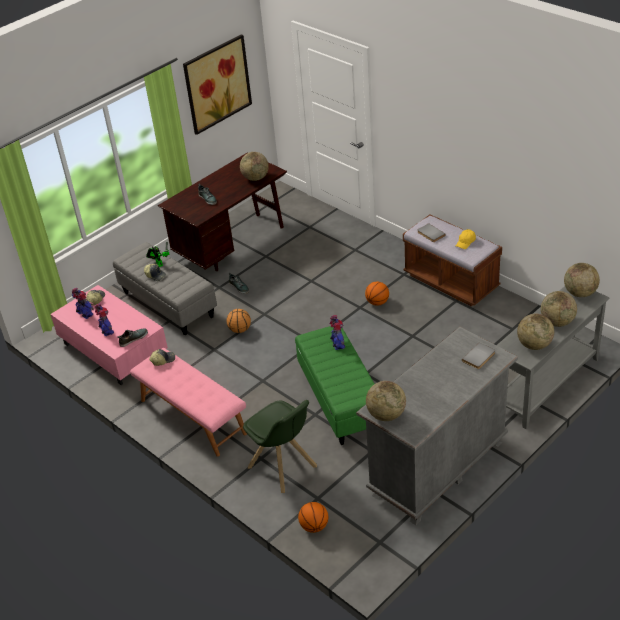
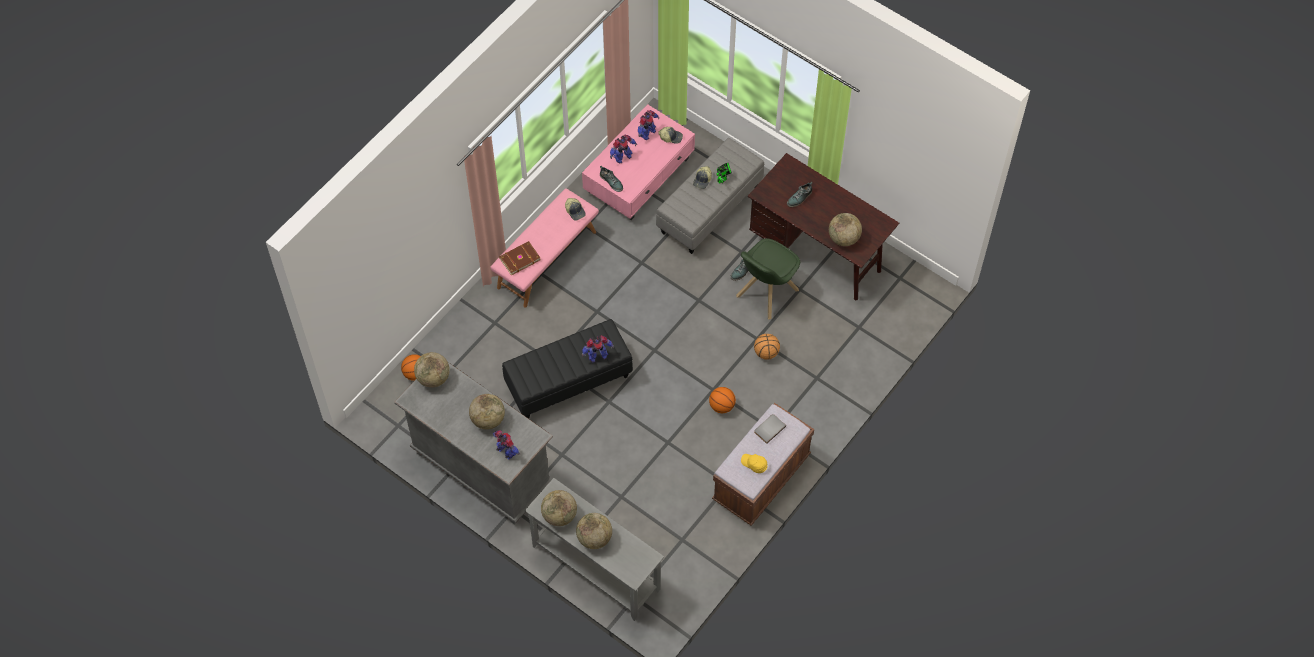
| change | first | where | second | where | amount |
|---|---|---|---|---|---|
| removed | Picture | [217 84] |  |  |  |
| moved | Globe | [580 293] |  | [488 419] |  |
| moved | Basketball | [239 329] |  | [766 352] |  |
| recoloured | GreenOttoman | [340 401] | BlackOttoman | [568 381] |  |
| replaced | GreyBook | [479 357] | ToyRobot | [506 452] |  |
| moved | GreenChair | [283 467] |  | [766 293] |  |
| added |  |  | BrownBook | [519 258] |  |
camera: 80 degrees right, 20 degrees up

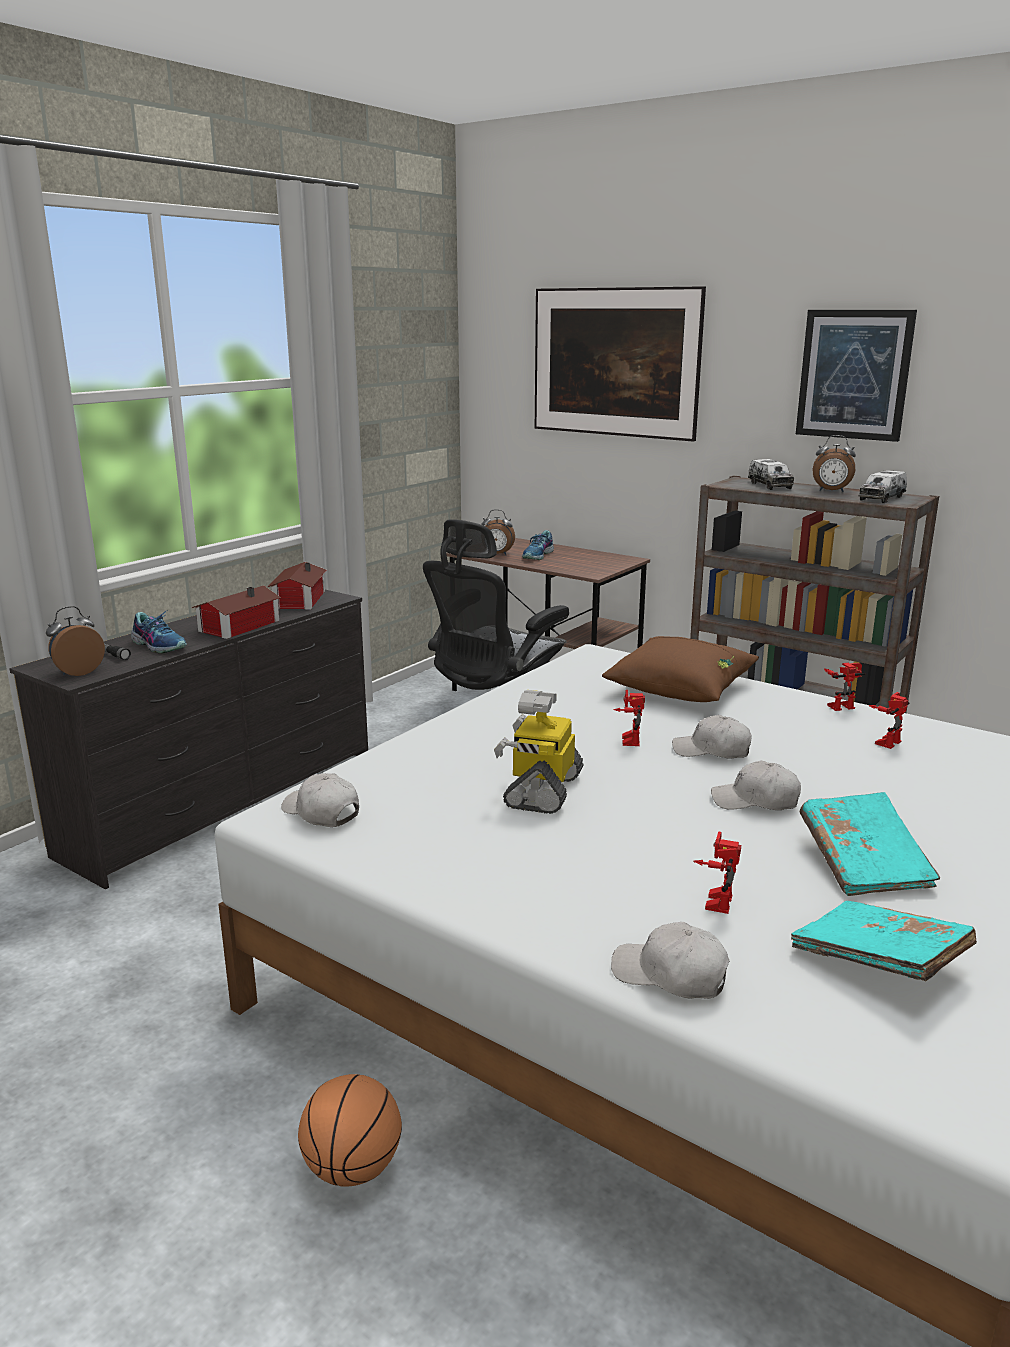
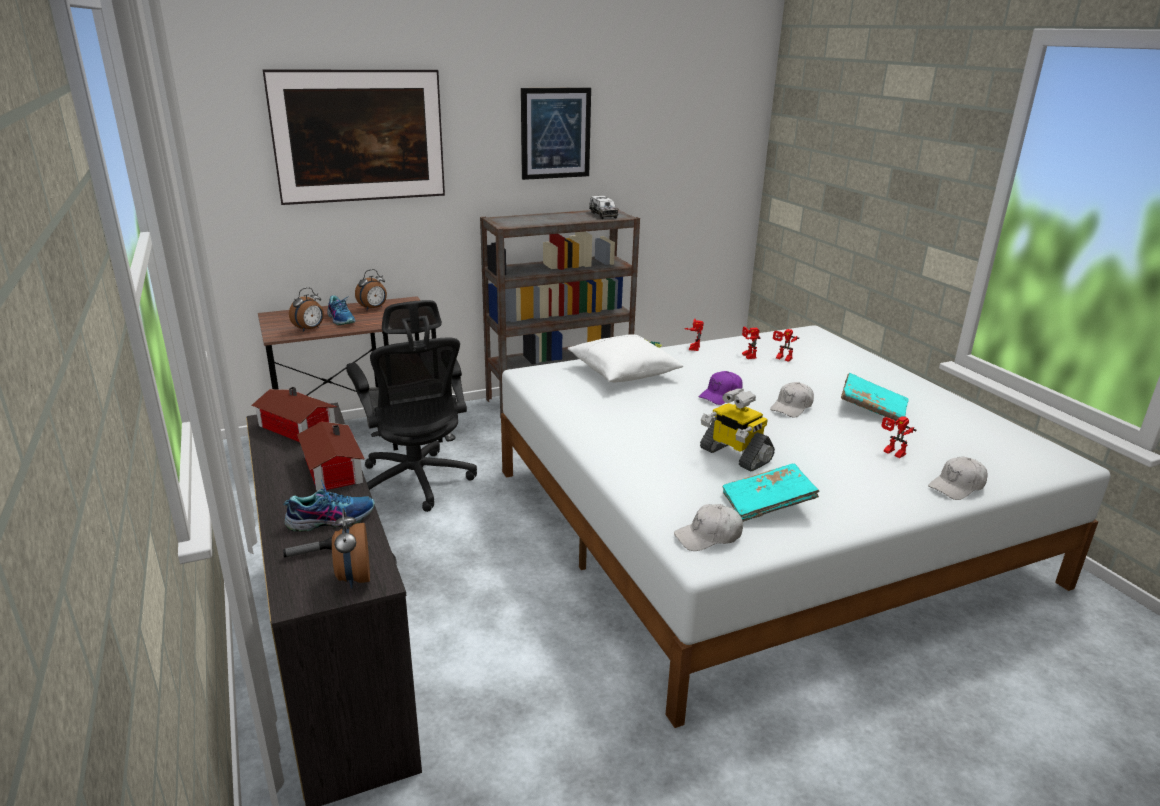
| change | first | where | second | where | amount |
|---|---|---|---|---|---|
| moved | AlarmClock | [831 491] |  | [373 308] |  |
| removed | ToyTruck | [769 485] |  |  |  |
| recoloured | BrownPillow | [680 689] | WhitePillow | [623 372] |  |
| moved | ToyRobot | [627 740] |  | [782 358] |  |
| recoloured | WhiteCap | [712 751] | PurpleCap | [721 395] |  |
| moved | TurquoiseBook | [879 961] |  | [767 504] |  |
| removed | Basketball | [352 1168] |  |  |  |
camera: 60 degrees left, 5 degrees up

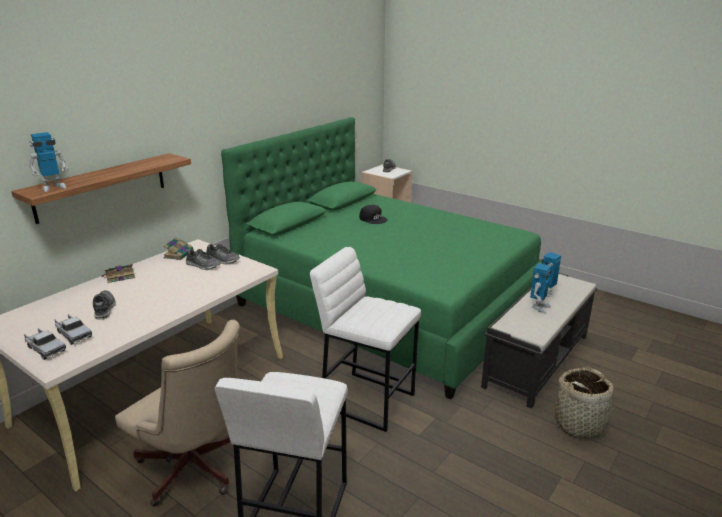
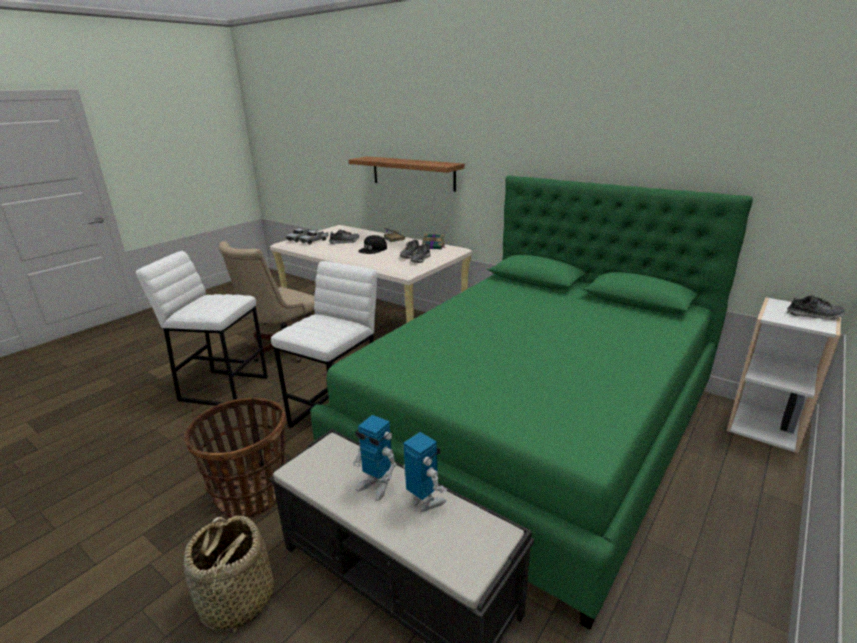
| change | first | where | second | where | amount |
|---|---|---|---|---|---|
| removed | ToyRobot | [53 187] |  |  |  |
| moved | BlackCap | [373 219] |  | [373 249] |  |
| added |  |  | Basket | [251 494] |  |
camera: 90 degrees right, 0 degrees up

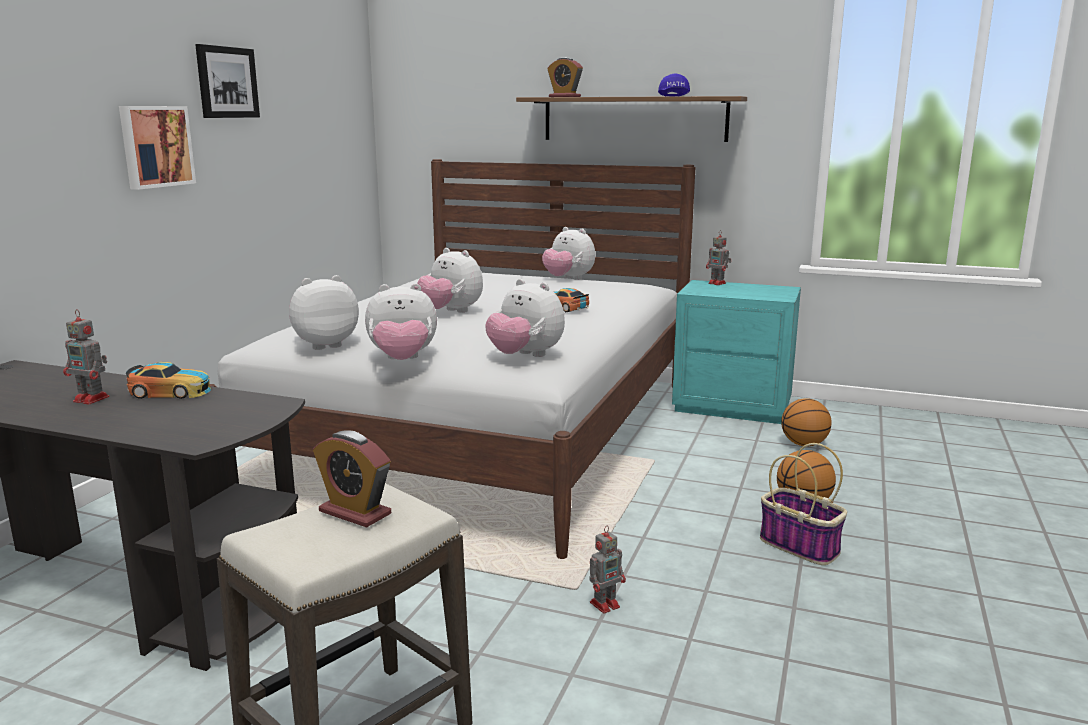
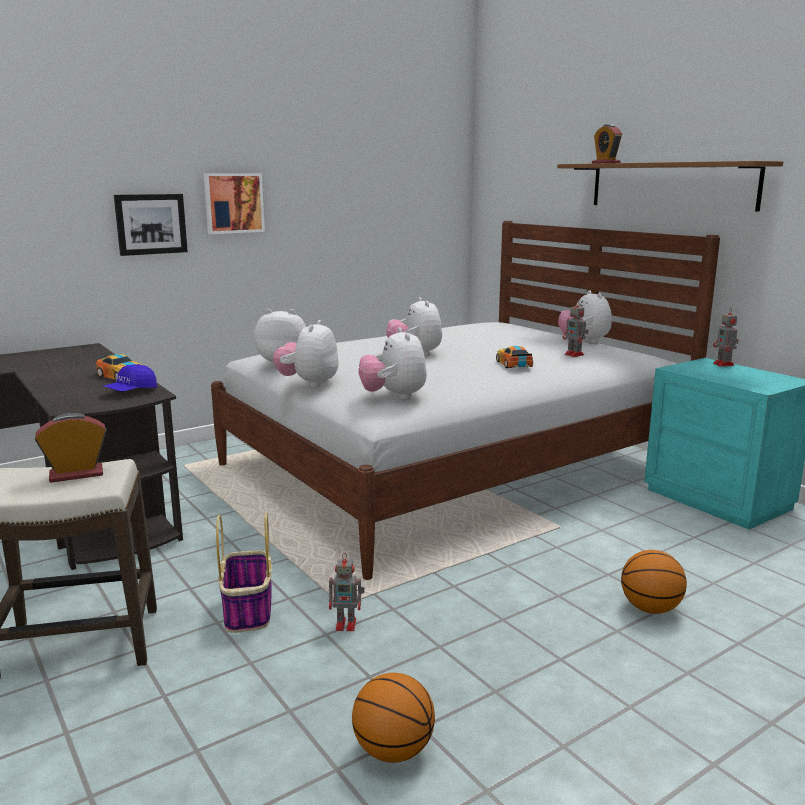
| change | first | where | second | where | amount |
|---|---|---|---|---|---|
| moved | Picture | [226 82] |  | [151 224] |  |
| moved | BlueCap | [674 96] |  | [131 391] |  |
| turned | PlushToy | [402 360] |  | [308 383] | 75 degrees clockwise |
| moved | ToyRobot | [92 399] |  | [575 355] |  |
| moved | Basketball | [804 444] |  | [393 751] |  |
| turned | AlarmClock | [355 512] |  | [76 474] | 90 degrees clockwise |
| moved | Basket | [801 546] |  | [248 611] |  |
camera: 35 degrees right, 0 degrees up

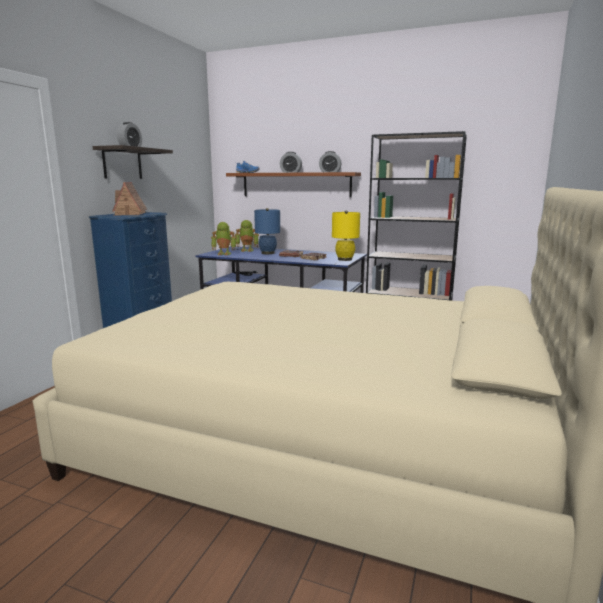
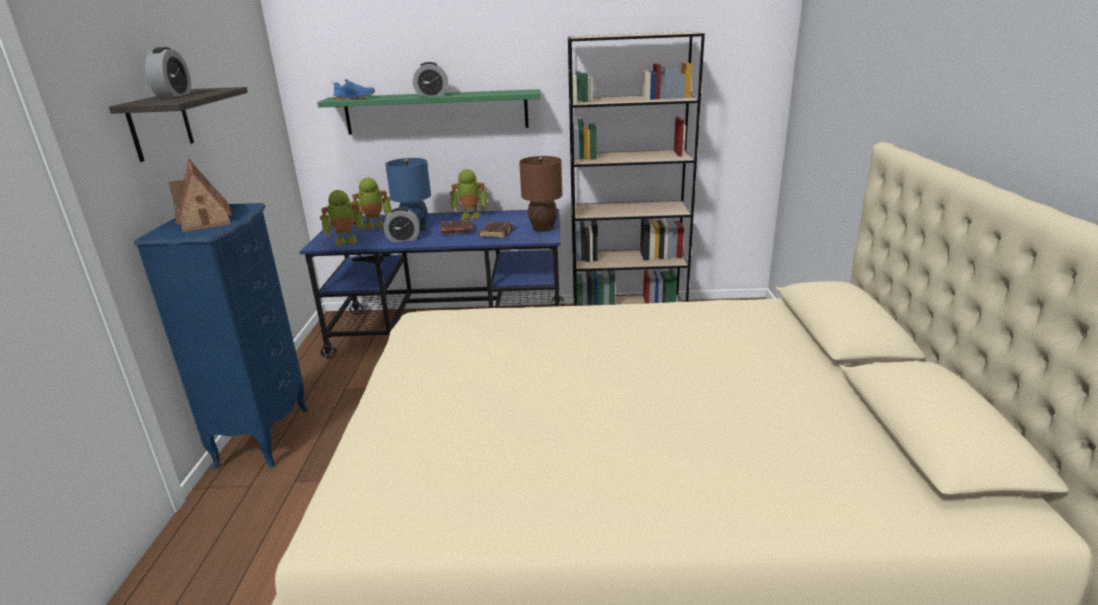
| change | first | where | second | where | amount |
|---|---|---|---|---|---|
| moved | AlarmClock | [330 172] |  | [403 239] |  |
| recoloured | BrownShelf | [295 184] | GreenShelf | [436 112] |  |
| recoloured | YellowTableLamp | [345 259] | BrownTableLamp | [543 228] |  |
| added |  |  | ToyRobot | [471 216] |  |
camera: 20 degrees left, 10 degrees up

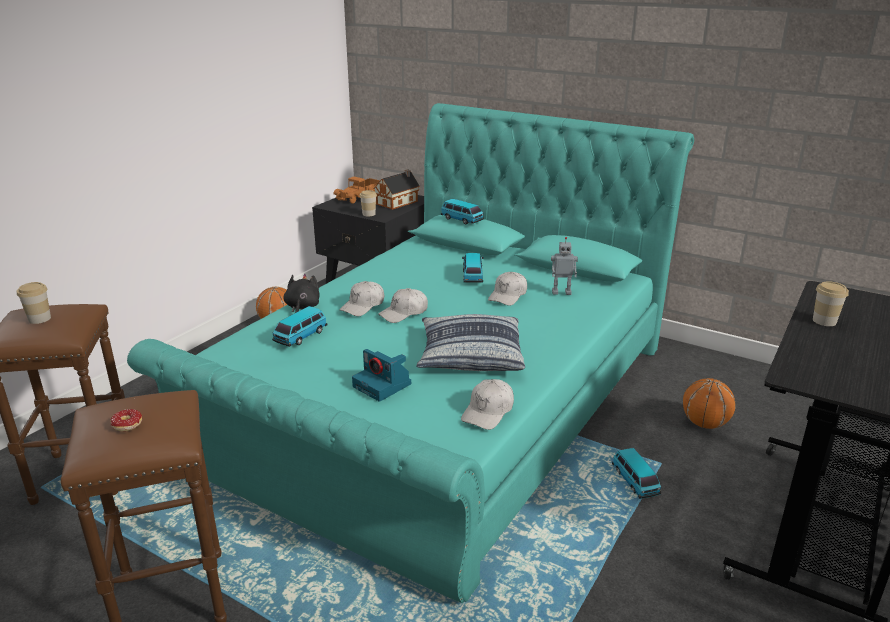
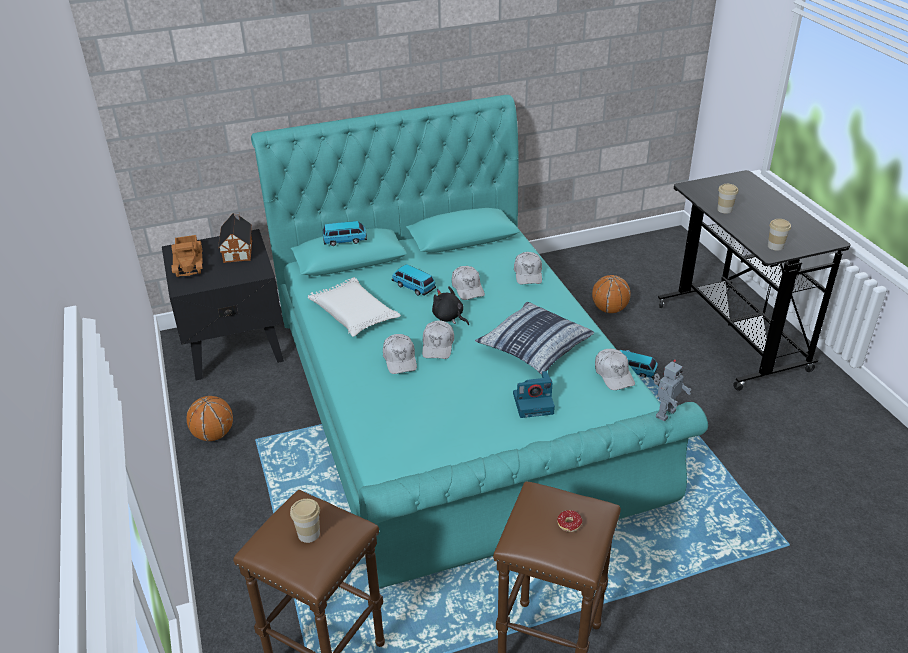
| change | first | where | second | where | amount |
|---|---|---|---|---|---|
| moved | Cup | [369 214] |  | [775 246] |  |
| moved | ToyRobot | [561 292] |  | [664 413] |  |
| moved | BlackPlushToy | [302 307] |  | [449 317] |  |
| removed | ToyCar | [300 336] |  |  |  |
| added |  |  | WhiteCap | [528 274] |  |
| added |  |  | WhitePillow | [354 312] |  |
camera: 50 degrees left, 10 degrees up

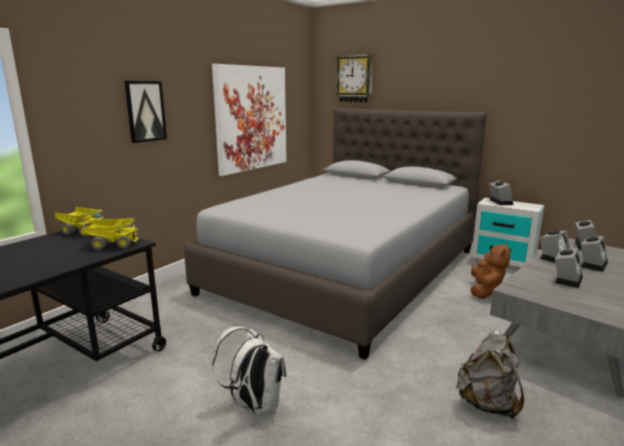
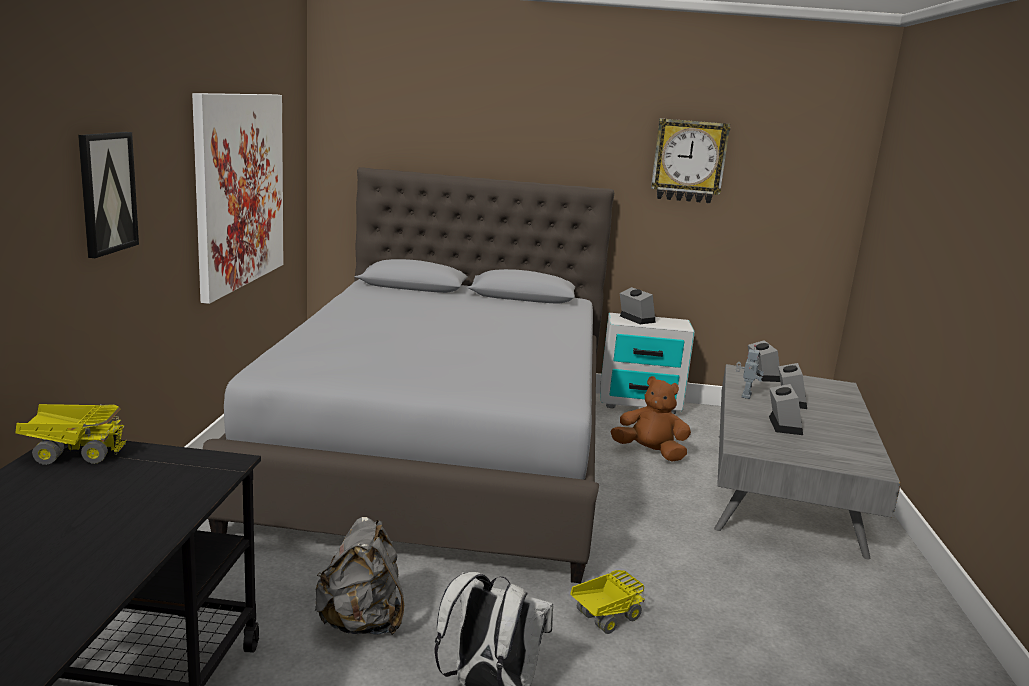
| change | first | where | second | where | amount |
|---|---|---|---|---|---|
| moved | WallClock | [355 78] |  | [688 161] |  |
| moved | ToyTruck | [112 244] |  | [605 617] |  |
| replaced | AlarmClock | [554 257] | ToyRobot | [745 395] |  |
| turned | BrownPlushToy | [485 291] |  | [650 452] | 60 degrees counterclockwise |
| moved | GreyBackpack | [487 404] |  | [361 622] |  |
camera: 30 degrees left, 0 degrees up

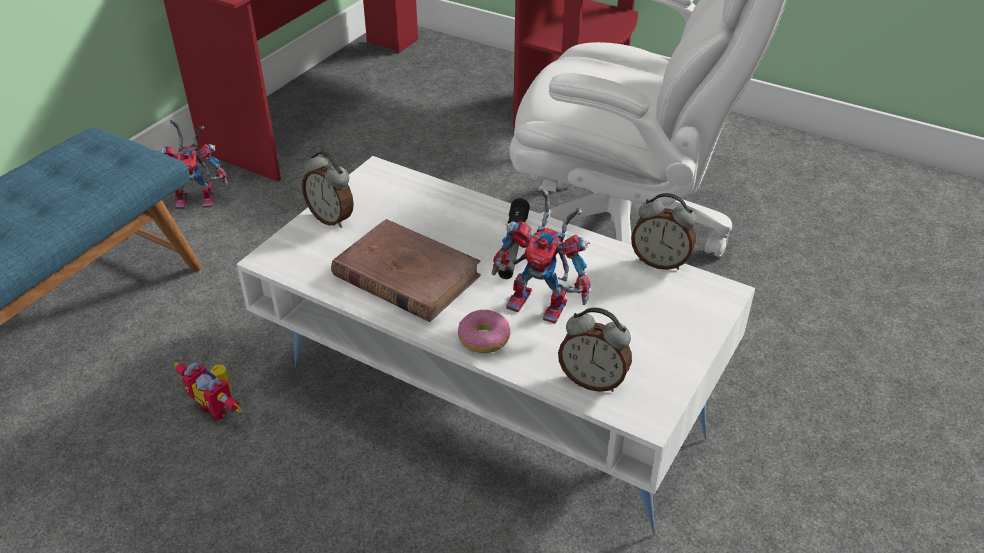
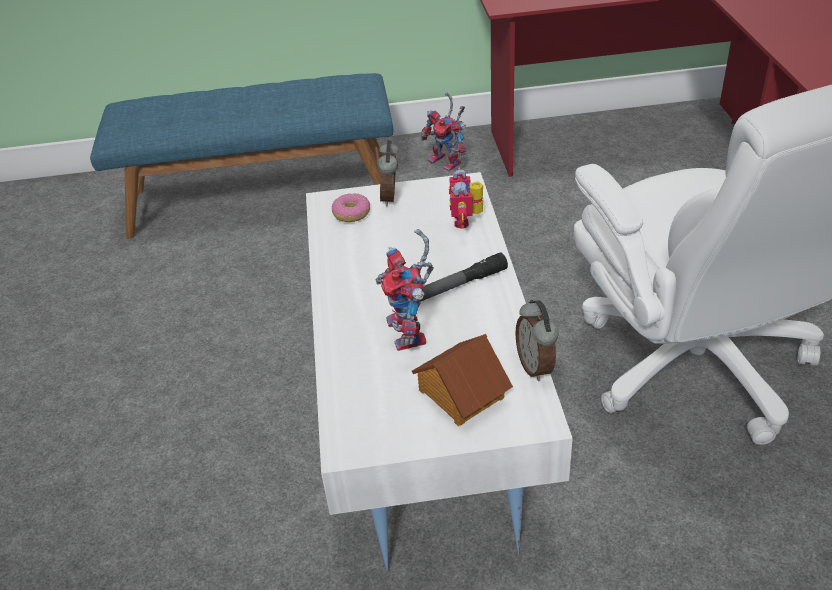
| change | first | where | second | where | amount |
|---|---|---|---|---|---|
| removed | BrownBook | [405 275] |  |  |  |
| removed | AlarmClock | [593 380] |  |  |  |
| moved | Donut | [484 338] |  | [351 214] |  |
| moved | ToyRobot | [218 407] |  | [466 220] |  |
| added |  |  | ToyHouse | [460 394] |  |
camera: 55 degrees right, 0 degrees up

